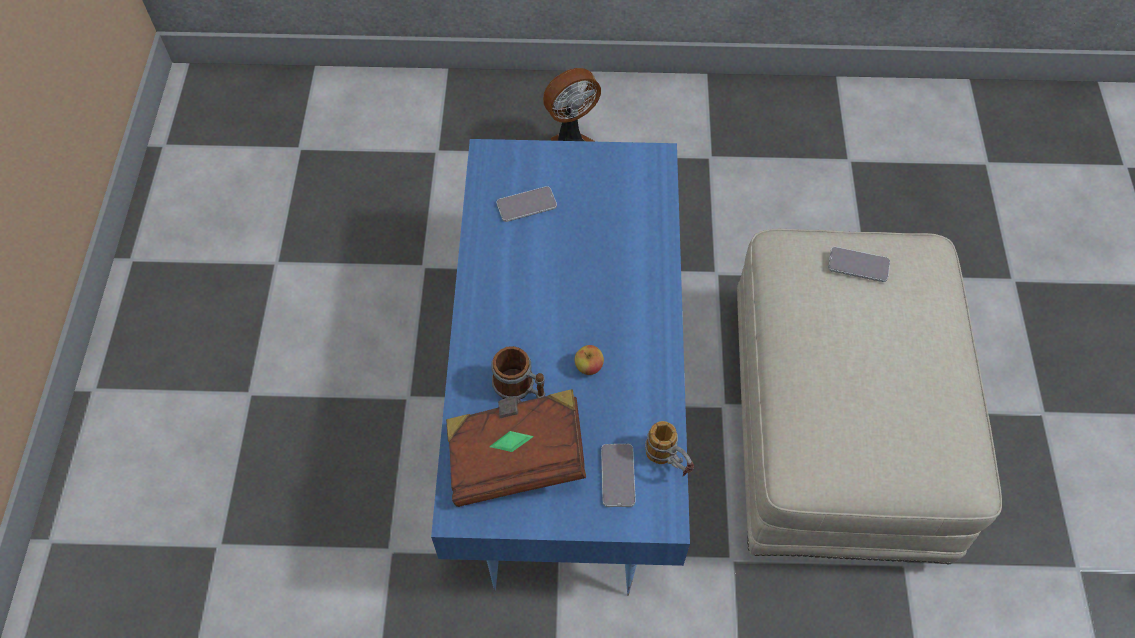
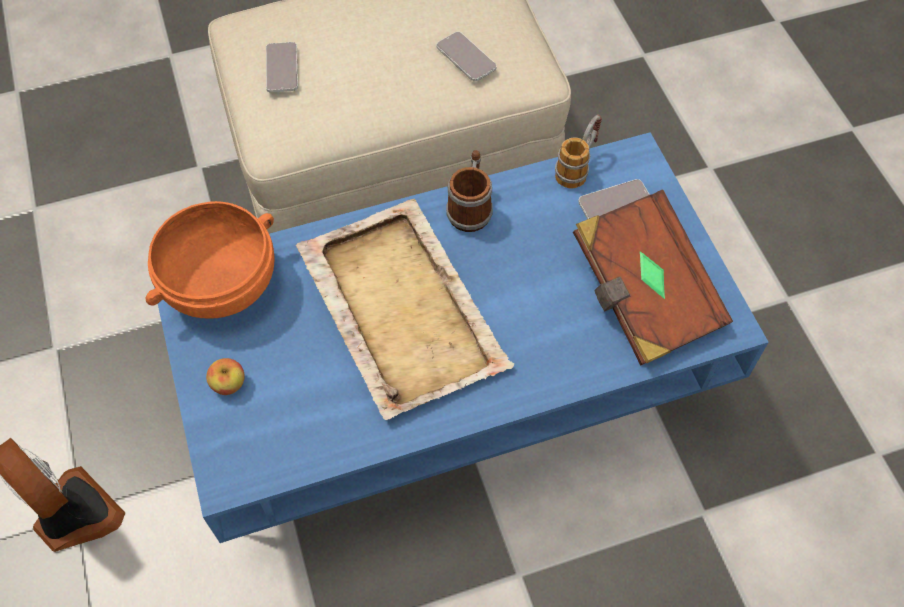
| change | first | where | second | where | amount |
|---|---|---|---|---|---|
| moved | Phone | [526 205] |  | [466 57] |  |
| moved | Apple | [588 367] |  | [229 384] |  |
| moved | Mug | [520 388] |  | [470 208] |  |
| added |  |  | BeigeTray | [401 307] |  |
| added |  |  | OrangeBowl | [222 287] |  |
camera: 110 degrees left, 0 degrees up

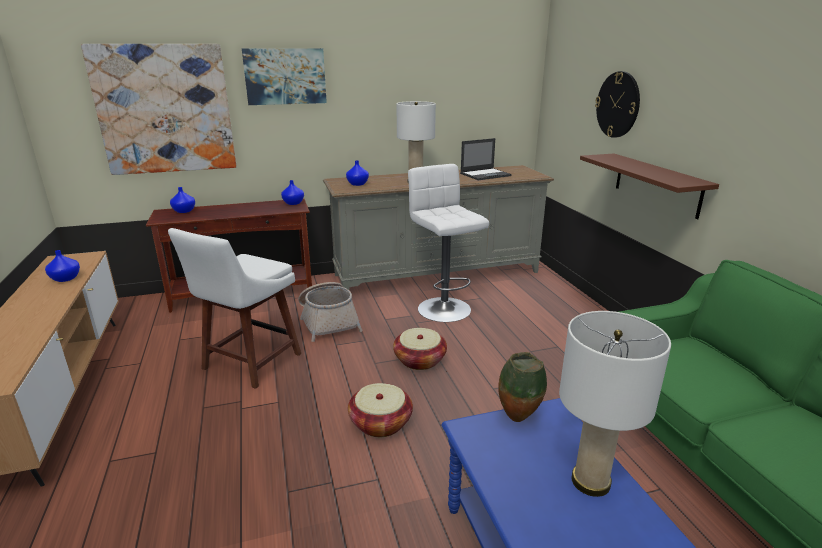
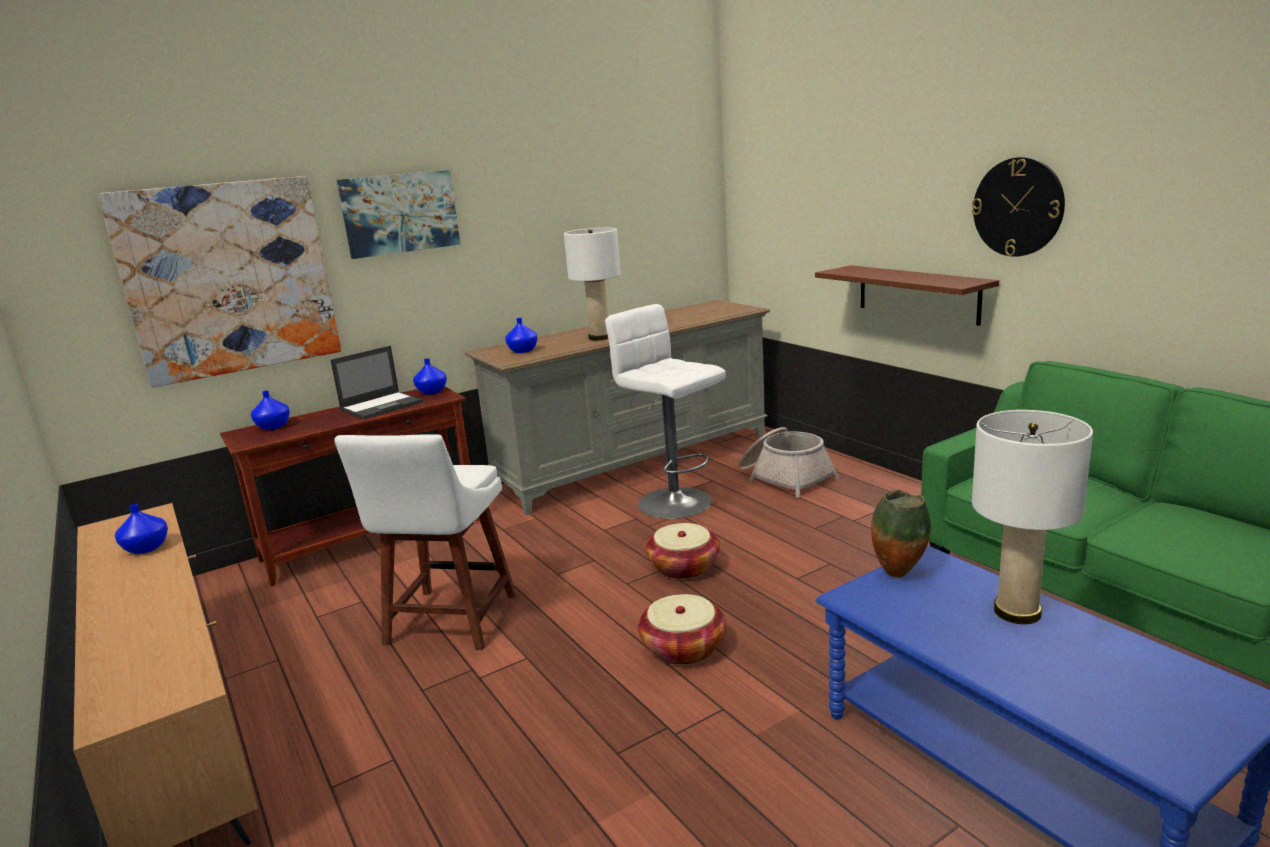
| change | first | where | second | where | amount |
|---|---|---|---|---|---|
| moved | WallClock | [618 105] |  | [1018 207] |  |
| moved | Laptop | [485 174] |  | [382 405] |  |
| moved | Basket | [328 321] |  | [784 477] |  |
camera: 15 degrees left, 5 degrees down

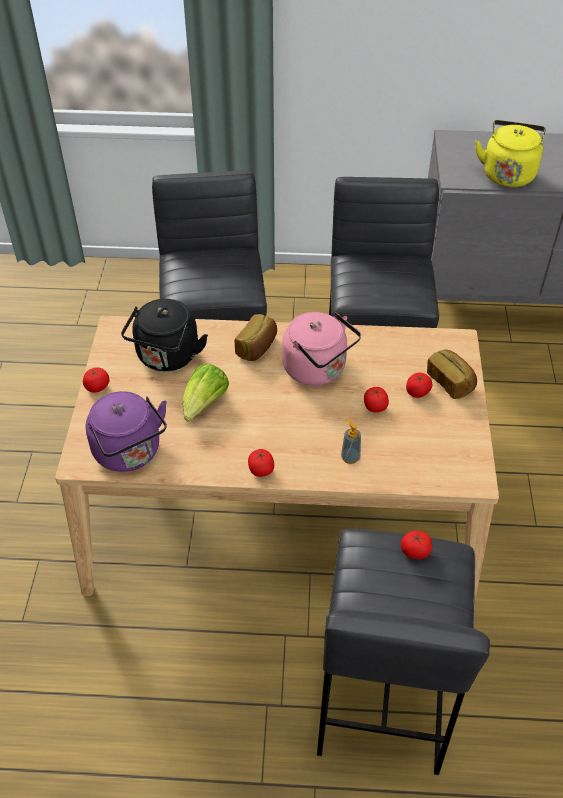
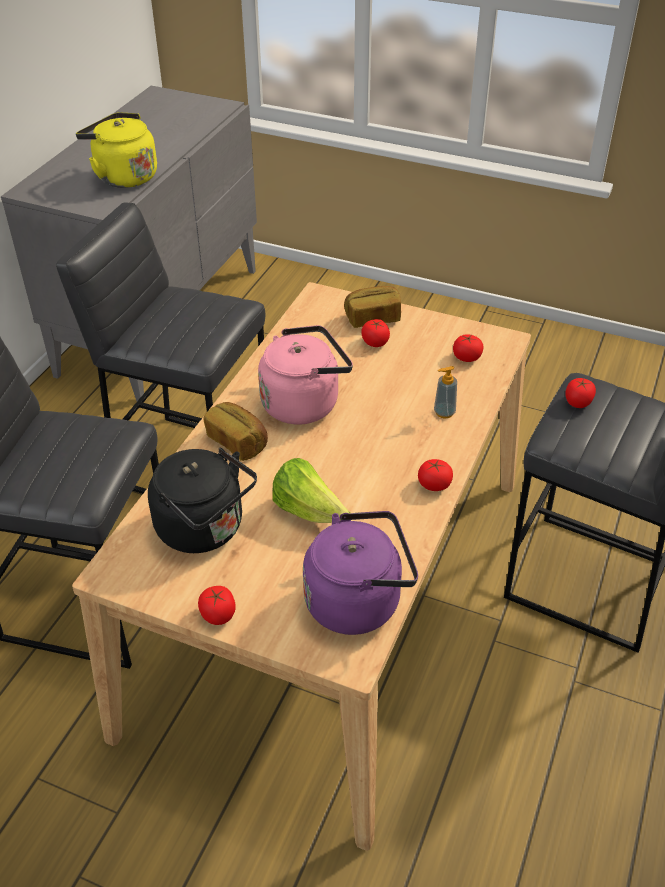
| change | first | where | second | where | amount |
|---|---|---|---|---|---|
| moved | Tomato | [375 406] |  | [466 358] |  |
camera: 70 degrees left, 5 degrees down

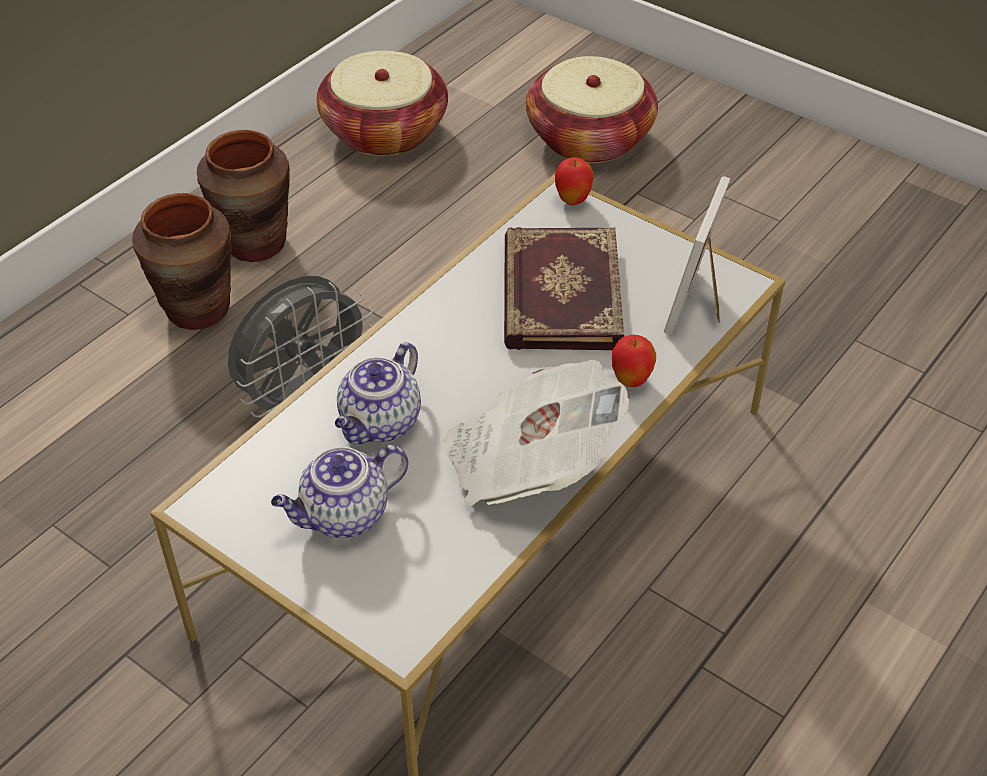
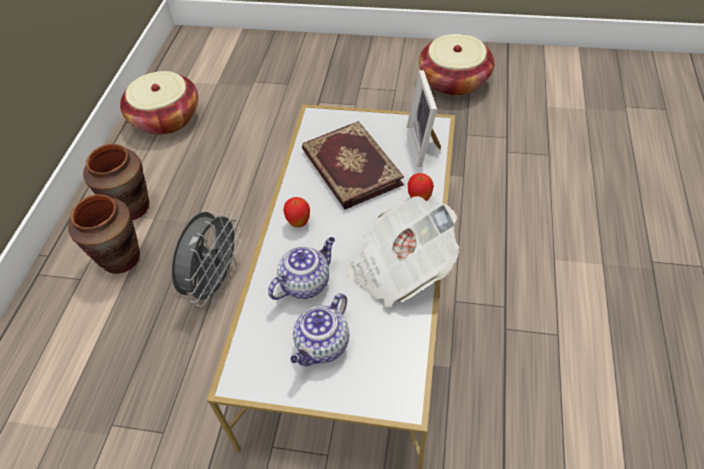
| change | first | where | second | where | amount |
|---|---|---|---|---|---|
| moved | Basket | [589 138] |  | [454 81] |  |
| moved | Apple | [573 200] |  | [299 223] |  |
| turned | Teapot | [380 424] |  | [306 282] | 135 degrees counterclockwise |
camera: 25 degrees left, 5 degrees up

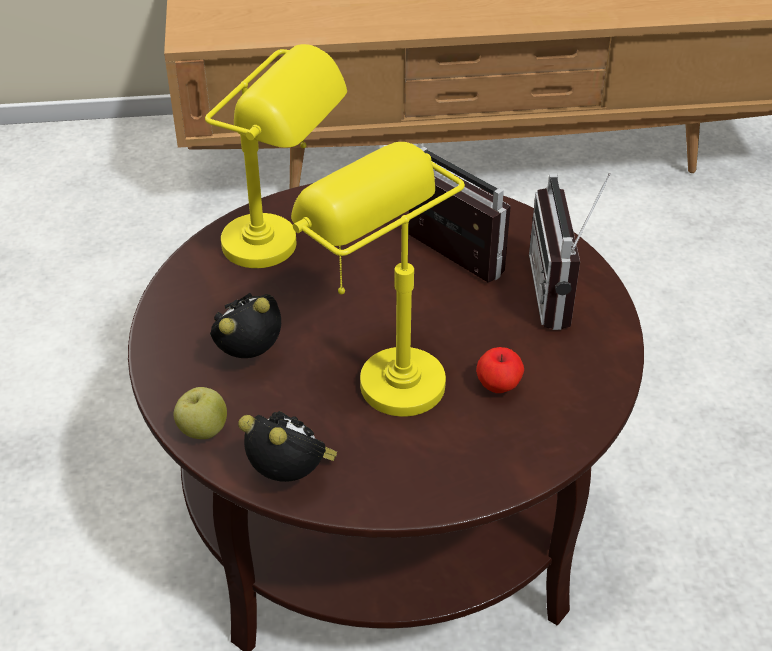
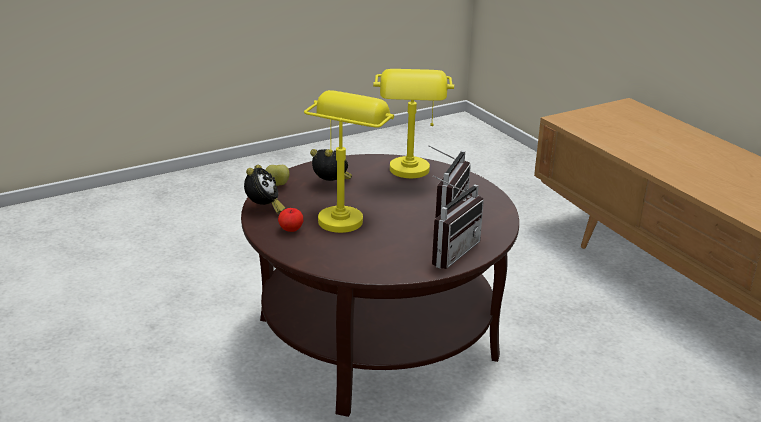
| change | first | where | second | where | amount |
|---|---|---|---|---|---|
| turned | Radio | [563 293] |  | [449 251] | 150 degrees clockwise |
| moved | Apple | [498 386] |  | [290 230] |  |
camera: 65 degrees right, 15 degrees down

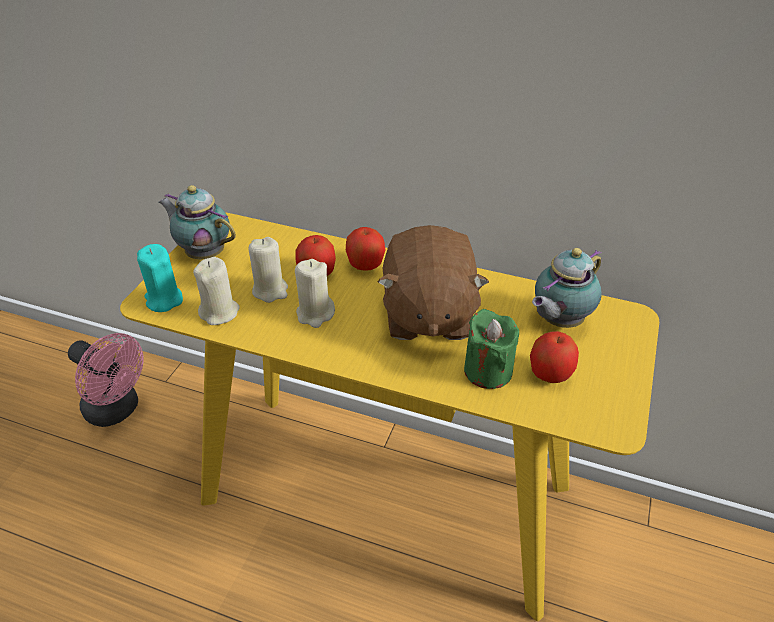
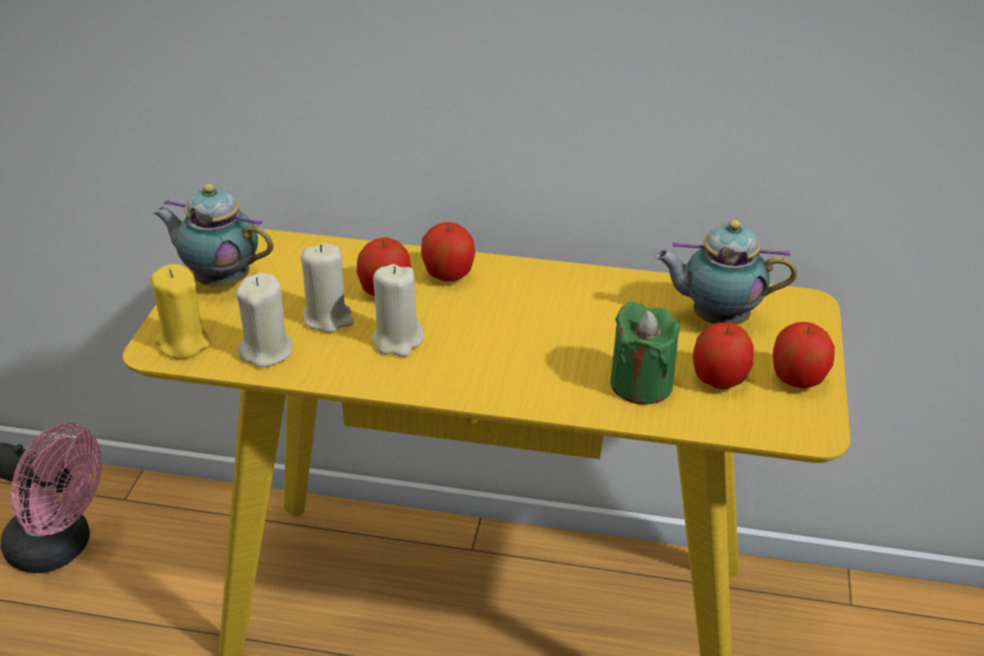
| change | first | where | second | where | amount |
|---|---|---|---|---|---|
| removed | BrownPlushToy | [427 315] |  |  |  |
| recoloured | TurquoiseCandle | [164 300] | YellowCandle | [183 343] |  |
| turned | Teapot | [558 321] |  | [715 319] | 60 degrees clockwise |
| added |  |  | Apple | [798 379] |  |
camera: 10 degrees left, 5 degrees down

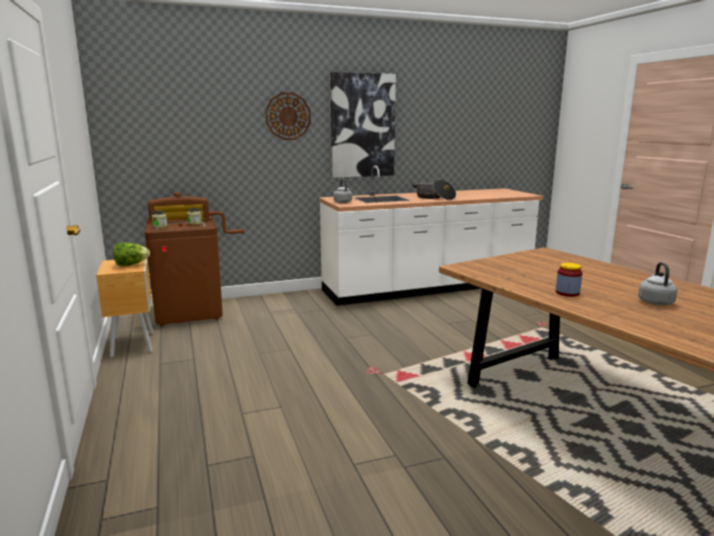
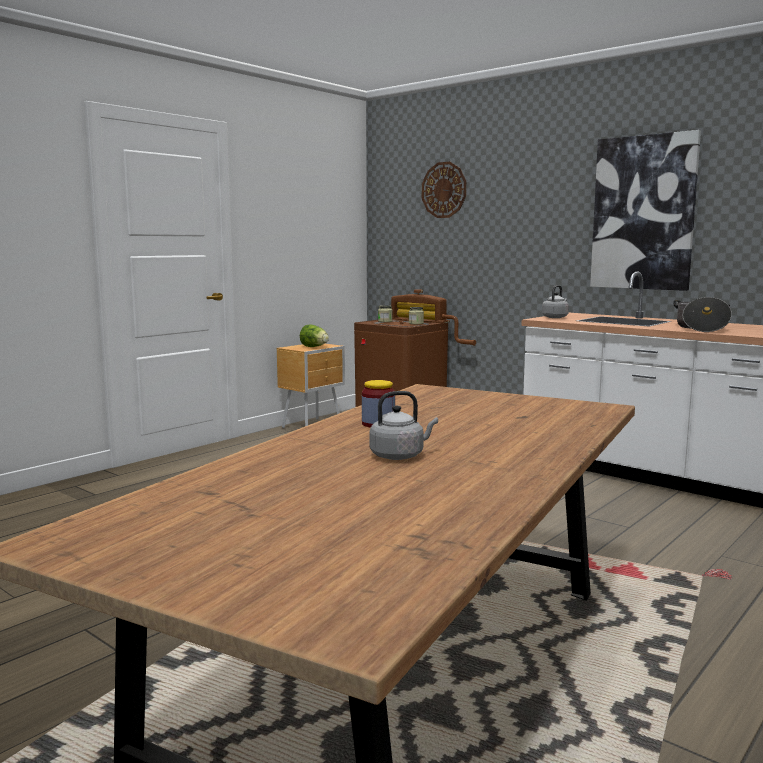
| change | first | where | second | where | amount |
|---|---|---|---|---|---|
| moved | WallClock | [288 116] |  | [444 190] |  |
camera: 60 degrees right, 5 degrees down

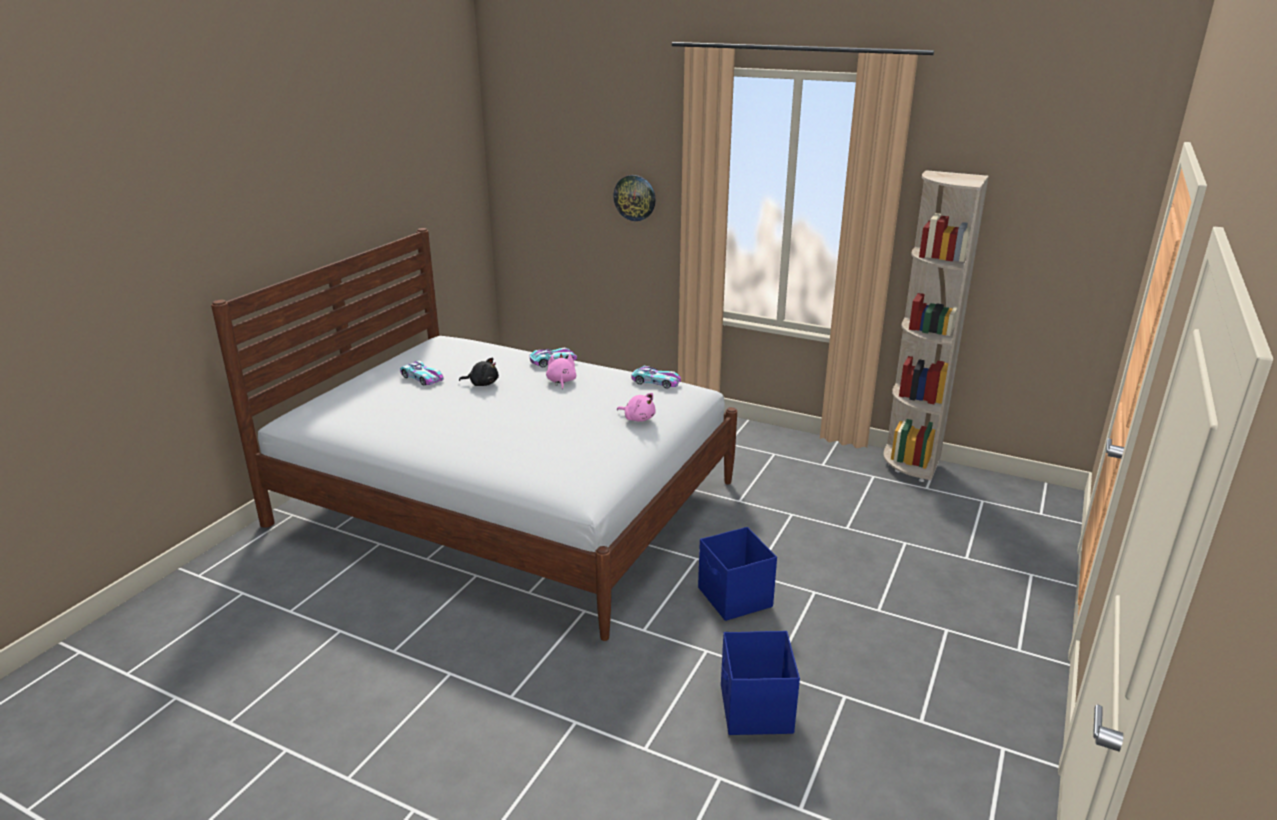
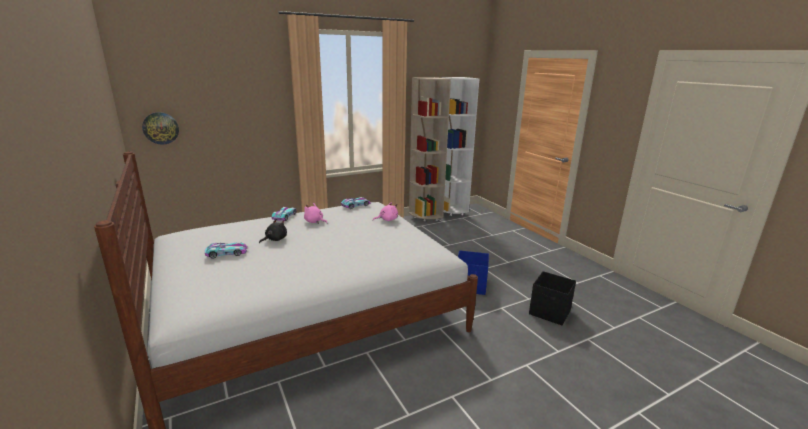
| change | first | where | second | where | amount |
|---|---|---|---|---|---|
| moved | WallClock | [635 197] |  | [161 128] |  |
| recoloured | BlueStorageBox | [755 710] | BlackStorageBox | [550 312] |  |
| added |  |  | WhiteBookcase | [451 213] |  |
camera: 55 degrees left, 5 degrees down

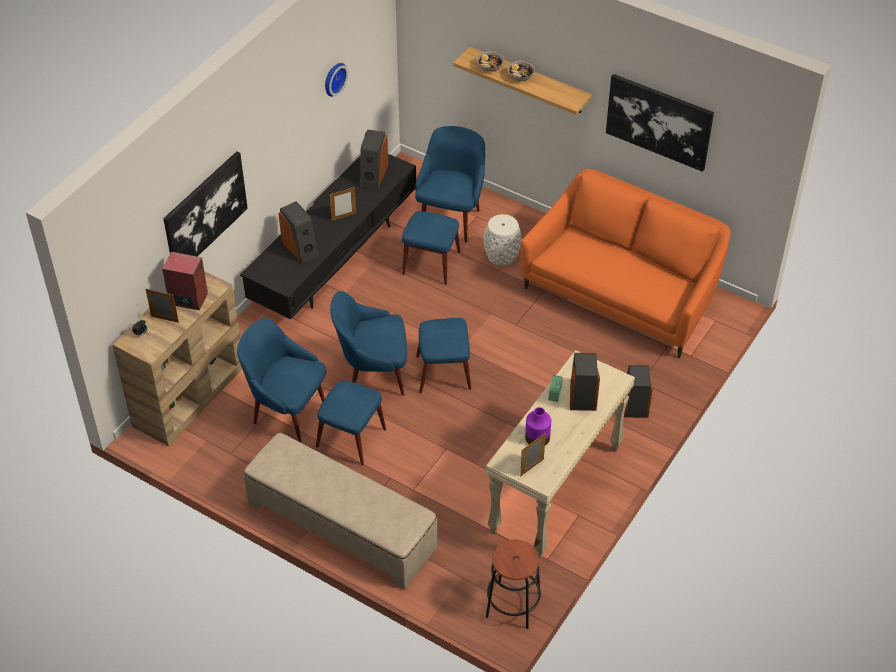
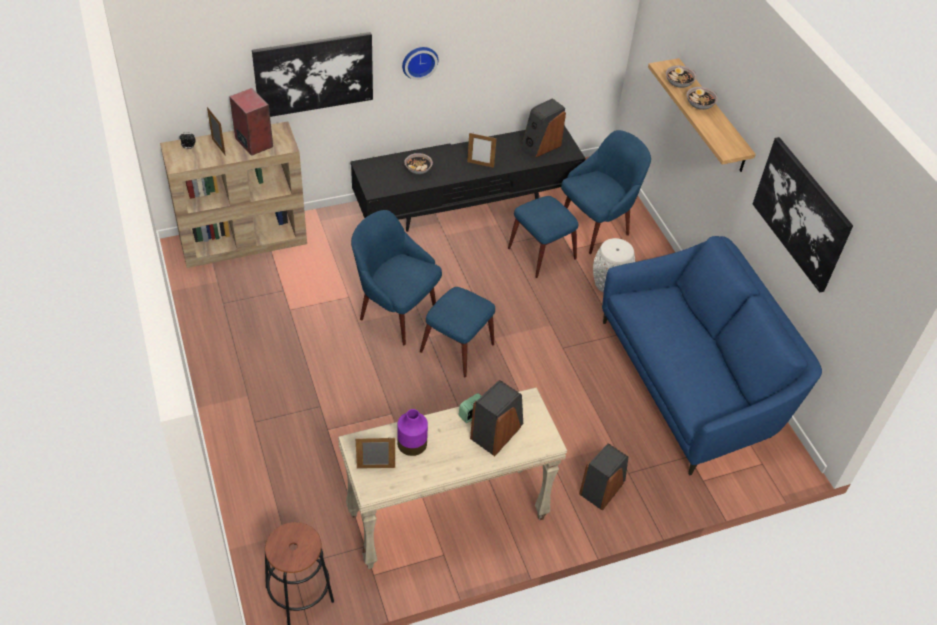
| change | first | where | second | where | amount |
|---|---|---|---|---|---|
| moved | WallClock | [333 78] |  | [419 61] |  |
| recoloured | OrangeSofa | [623 293] | BlueSofa | [692 382] |  |
| replaced | Speaker | [300 249] | Bowl | [418 169] |  |
| removed | BlueArmchair | [311 423] |  |  |  |
| removed | BeigeBench | [340 525] |  |  |  |
camera: 35 degrees right, 0 degrees up

